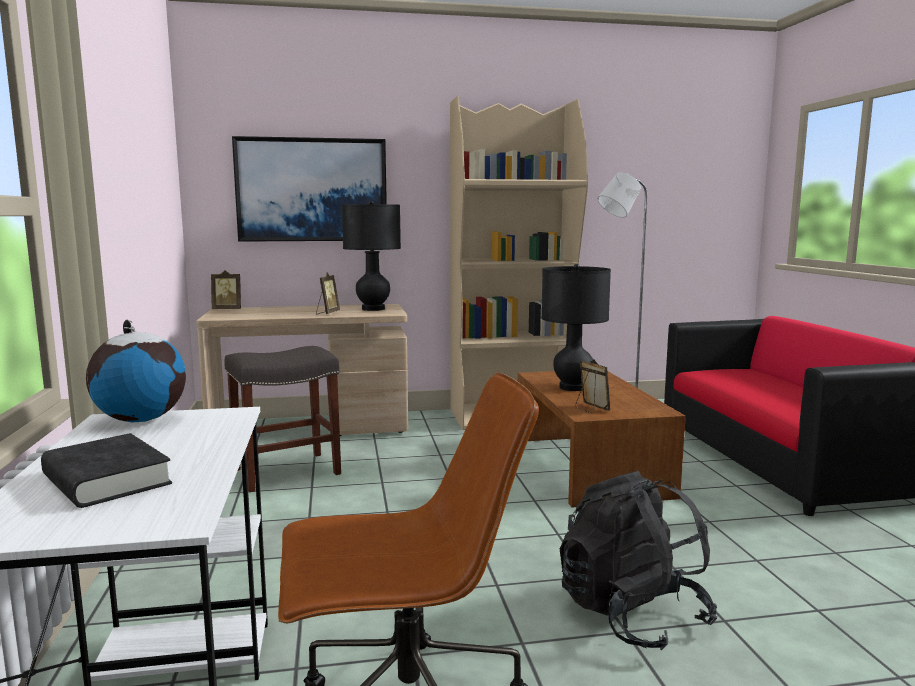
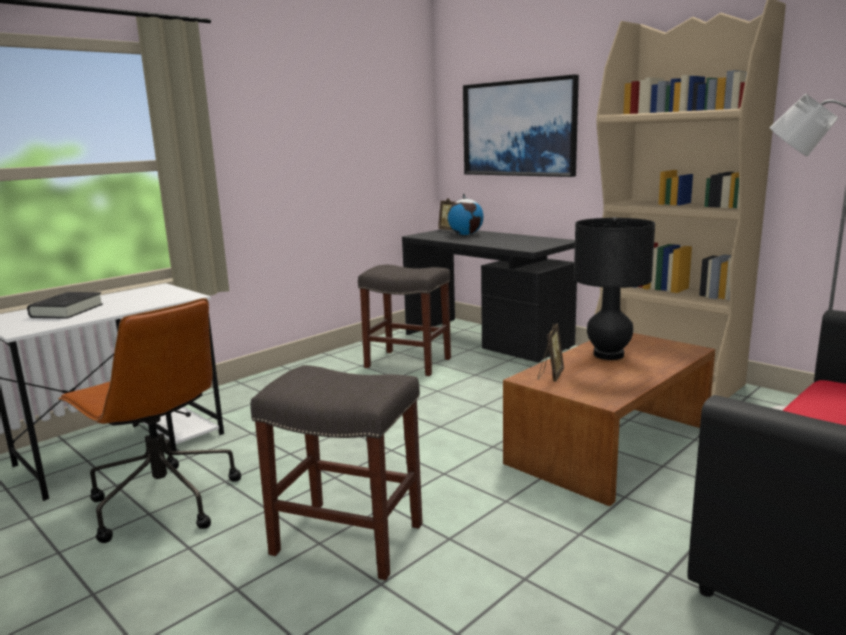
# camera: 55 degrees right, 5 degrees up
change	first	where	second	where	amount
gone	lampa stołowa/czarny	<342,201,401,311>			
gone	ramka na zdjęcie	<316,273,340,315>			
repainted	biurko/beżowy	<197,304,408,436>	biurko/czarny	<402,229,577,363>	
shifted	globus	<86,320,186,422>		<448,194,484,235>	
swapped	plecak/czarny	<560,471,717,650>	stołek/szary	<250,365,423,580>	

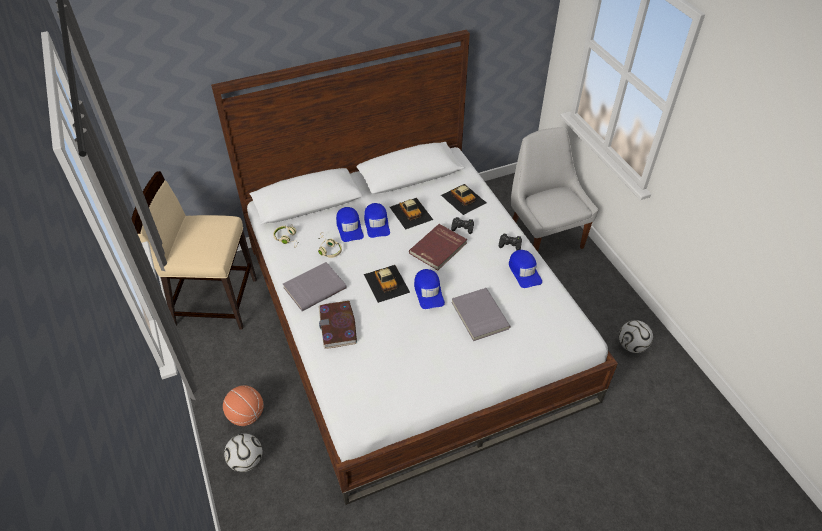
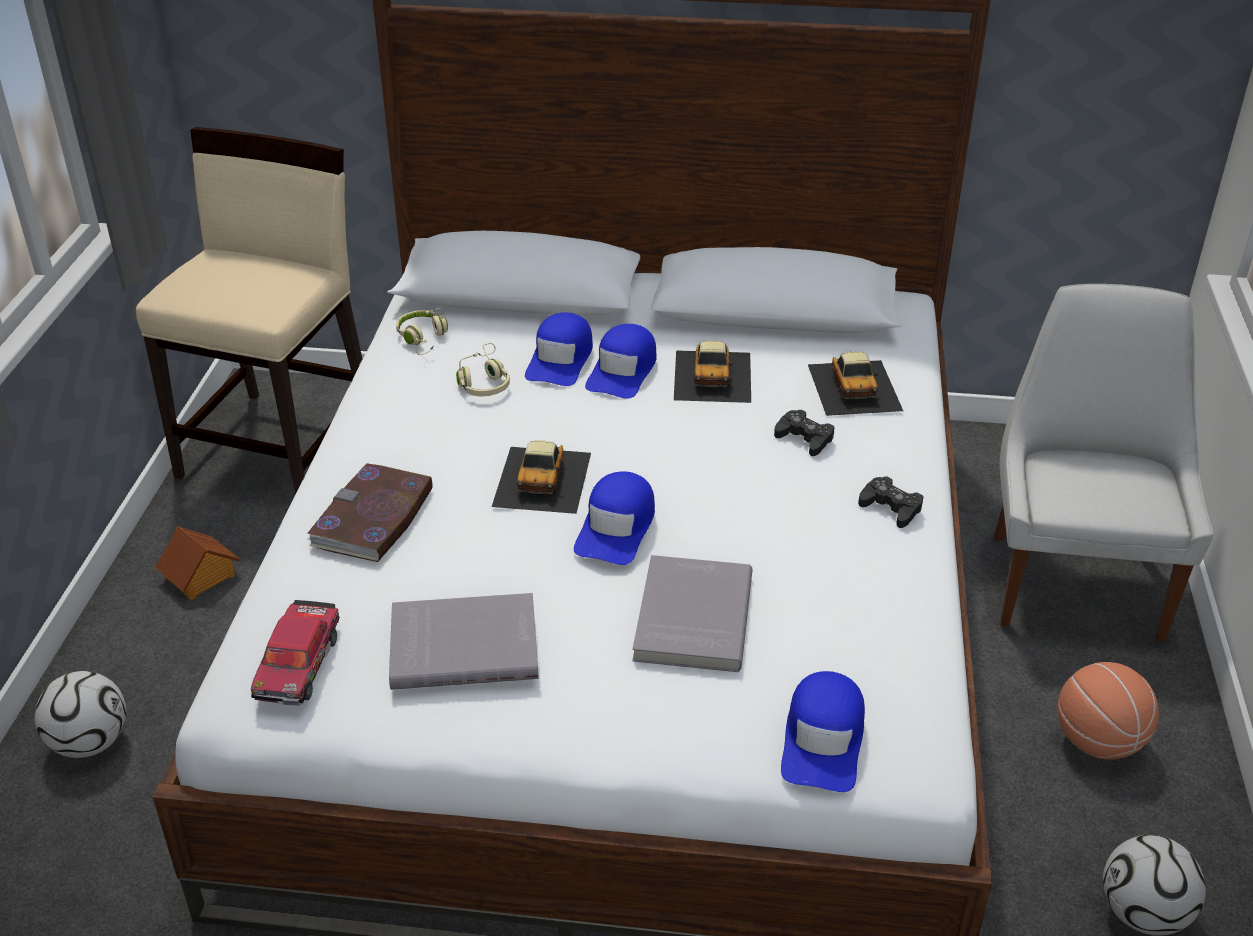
# camera: 30 degrees right, 10 degrees down
change	first	where	second	where	amount
rotated	krzesło/beżowy	<132,171,257,330>		<136,127,362,494>	75 degrees clockwise
gone	książka/czerwony	<409,224,467,271>			
shifted	czapka z daszkiem/niebieski	<509,250,542,288>		<781,671,865,792>	
shifted	książka/szary	<283,262,347,311>		<389,593,539,690>	
shifted	piłka do koszykówki	<223,385,264,426>		<1058,662,1159,760>	
new			domek	<156,526,240,600>	
new			samochodzik	<251,600,339,706>	

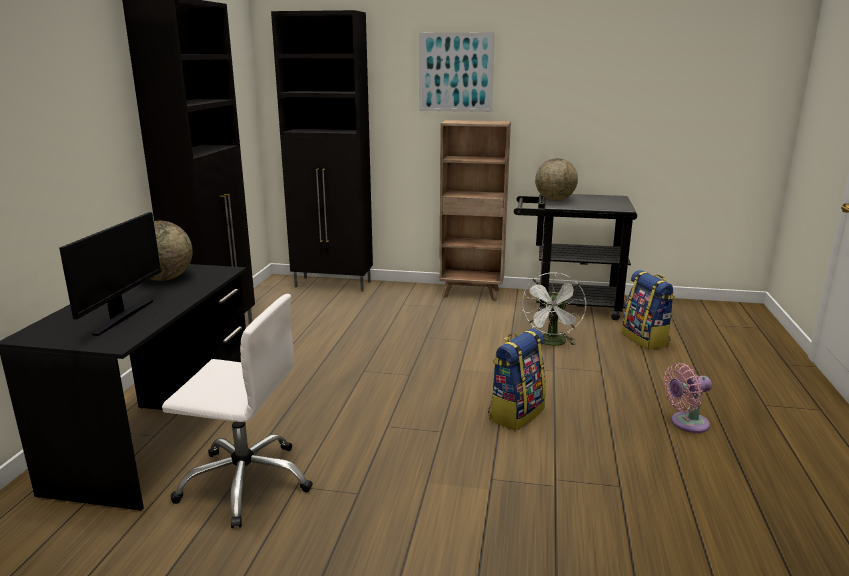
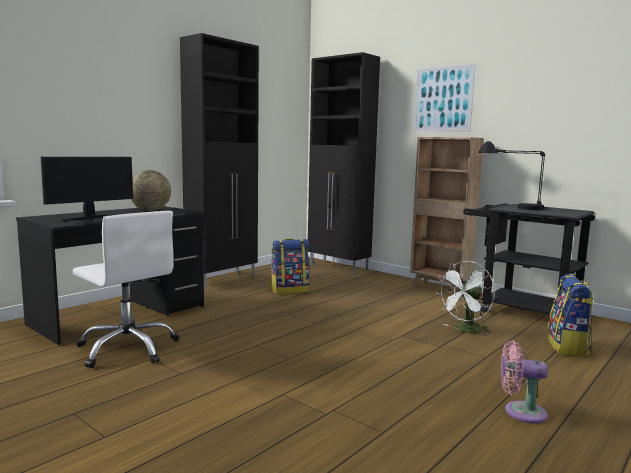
# camera: 30 degrees right, 10 degrees down
change	first	where	second	where	amount
swapped	globus	<535,158,578,201>	lampa stołowa/czarny	<478,141,545,210>	
shifted	plecak	<488,329,546,431>		<270,239,310,295>	

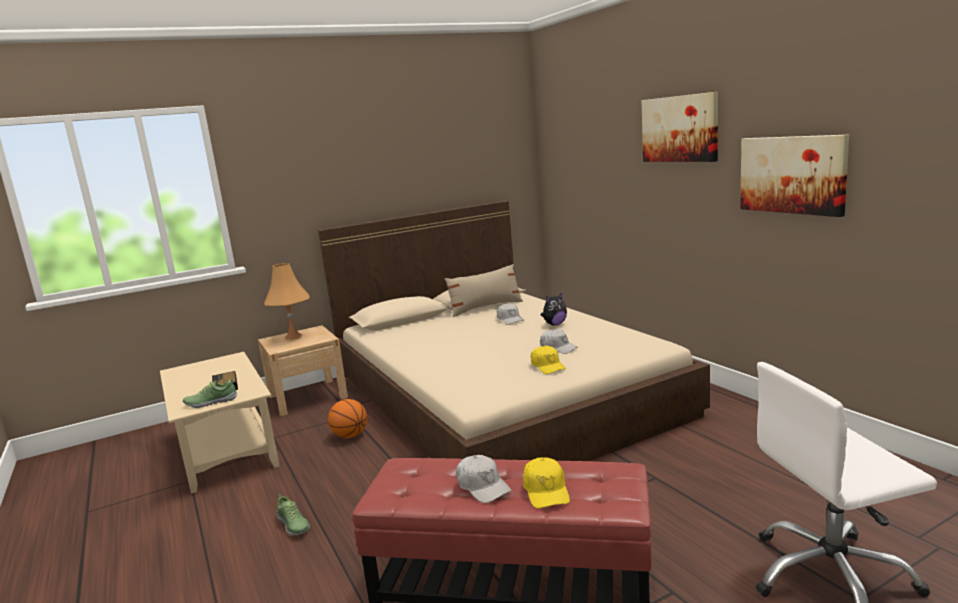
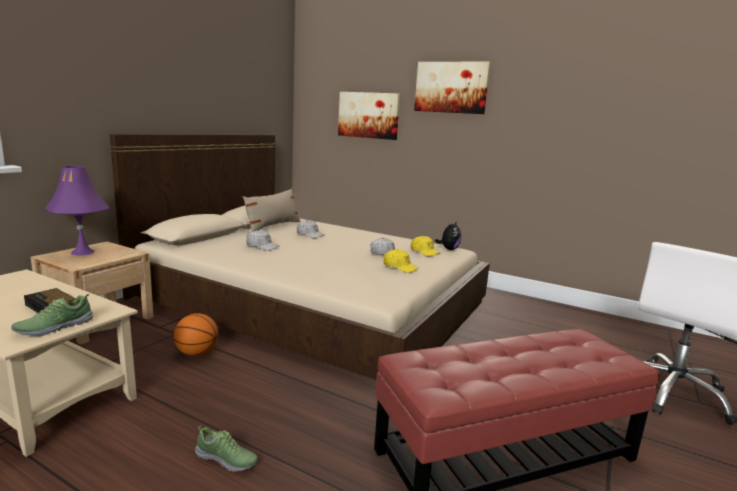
# camera: 35 degrees left, 0 degrees up
change	first	where	second	where	amount
shifted	obraz	<740,135,849,217>		<338,92,400,140>	
repainted	lampa stołowa/pomarańczowy	<264,263,310,340>	lampa stołowa/fioletowy	<45,166,110,255>	
shifted	pluszak	<541,293,567,325>		<435,221,461,250>	
shifted	czapka z daszkiem/biały	<456,455,511,503>		<246,230,279,251>	
shifted	czapka z daszkiem/żółty	<523,457,570,508>		<411,236,441,256>	

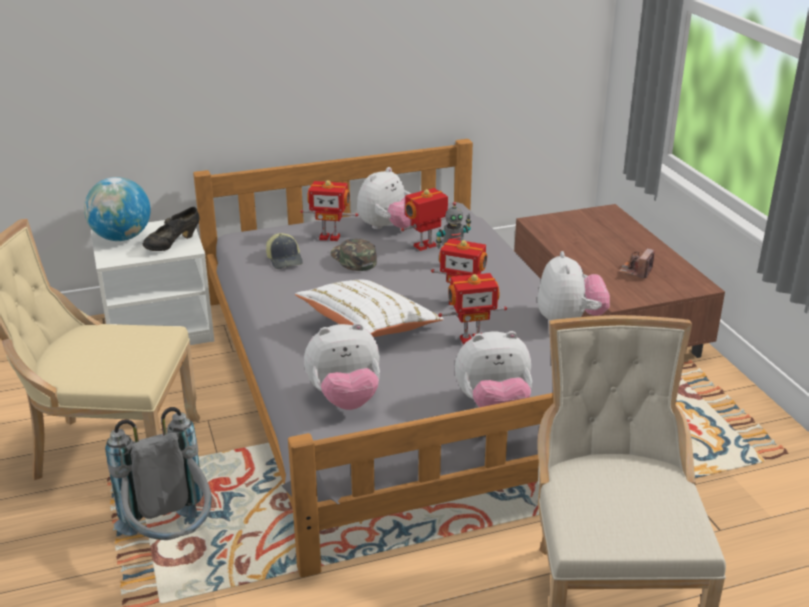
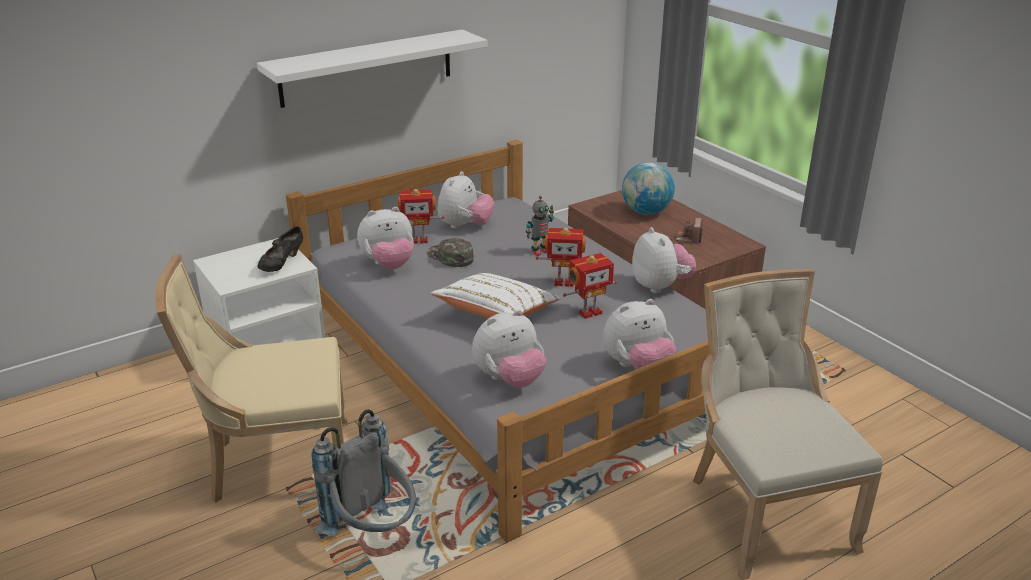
# camera: 15 degrees left, 0 degrees up
change	first	where	second	where	amount
shifted	globus	<84,177,151,241>		<622,162,675,215>	
gone	robot zabawkowy	<401,188,448,251>			
swapped	czapka z daszkiem	<266,233,303,269>	pluszak	<357,207,414,269>	
new			półka/biały	<257,29,487,108>	

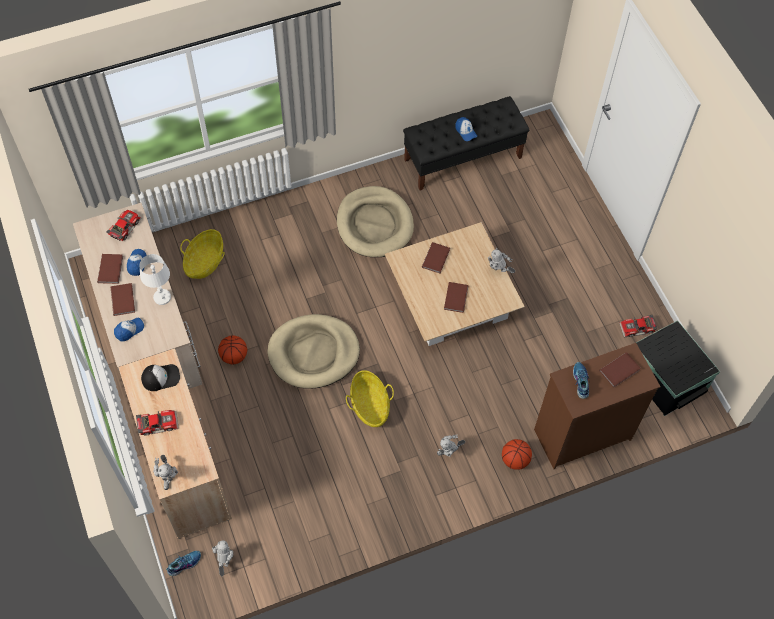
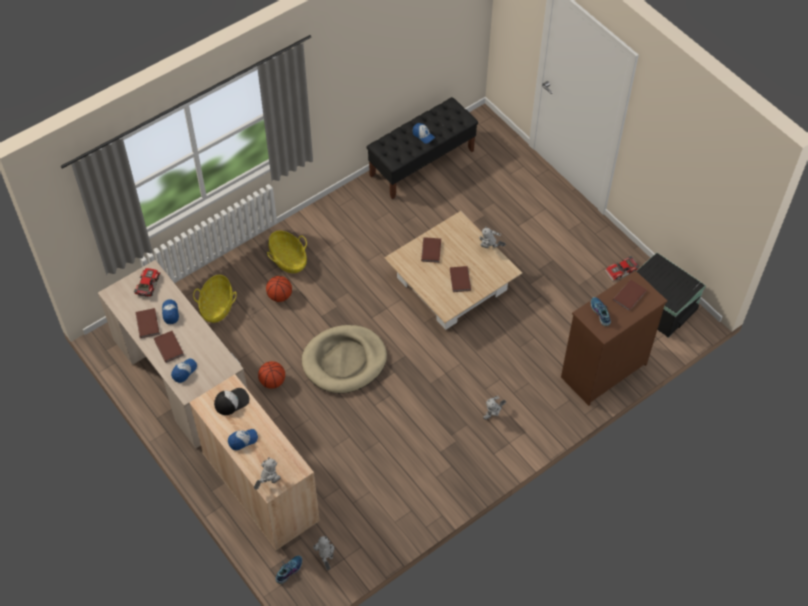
# camera: 15 degrees left, 5 degrees down
change	first	where	second	where	amount
gone	legowisko/beżowy	<337,186,414,257>			
gone	lampa stołowa/biały	<140,254,171,305>			
shifted	koszyk	<346,370,394,427>		<267,231,307,273>	
swapped	samochodzik	<136,410,179,436>	czapka z daszkiem	<228,429,258,450>	
shifted	piłka do koszykówki	<502,439,532,470>		<266,276,292,302>	
rotated	robot zabawkowy	<153,455,179,490>		<254,457,281,490>	105 degrees counterclockwise

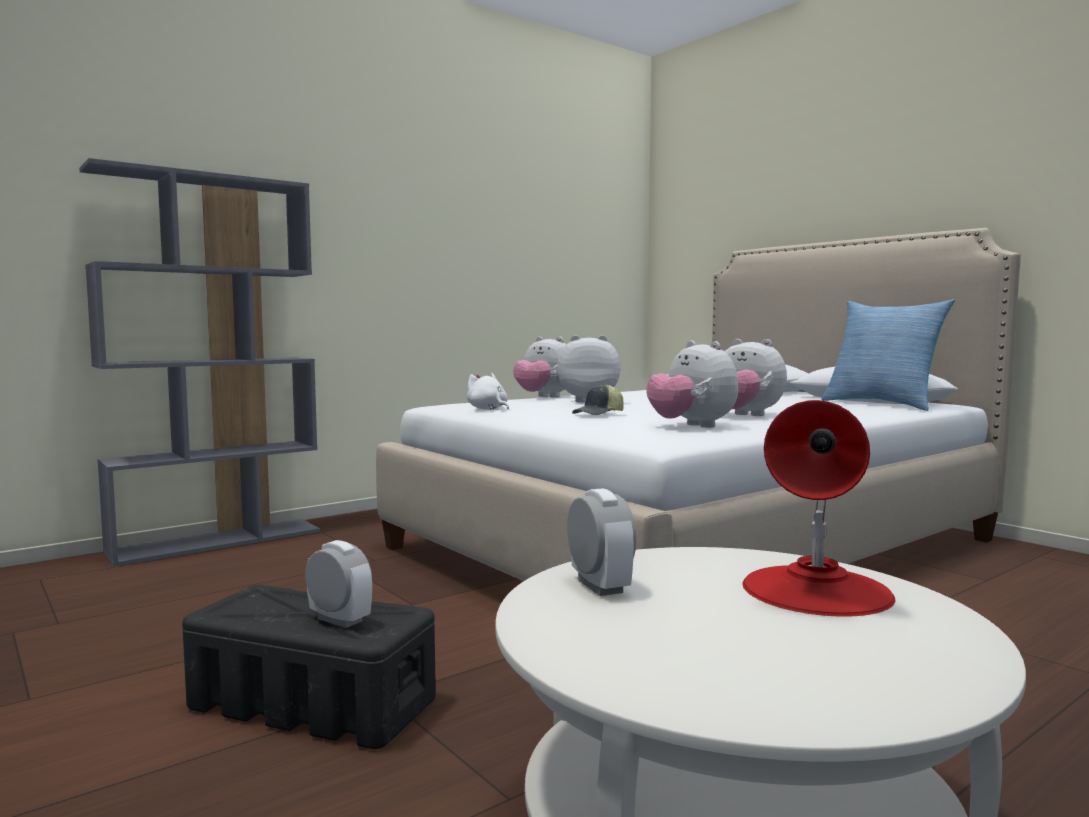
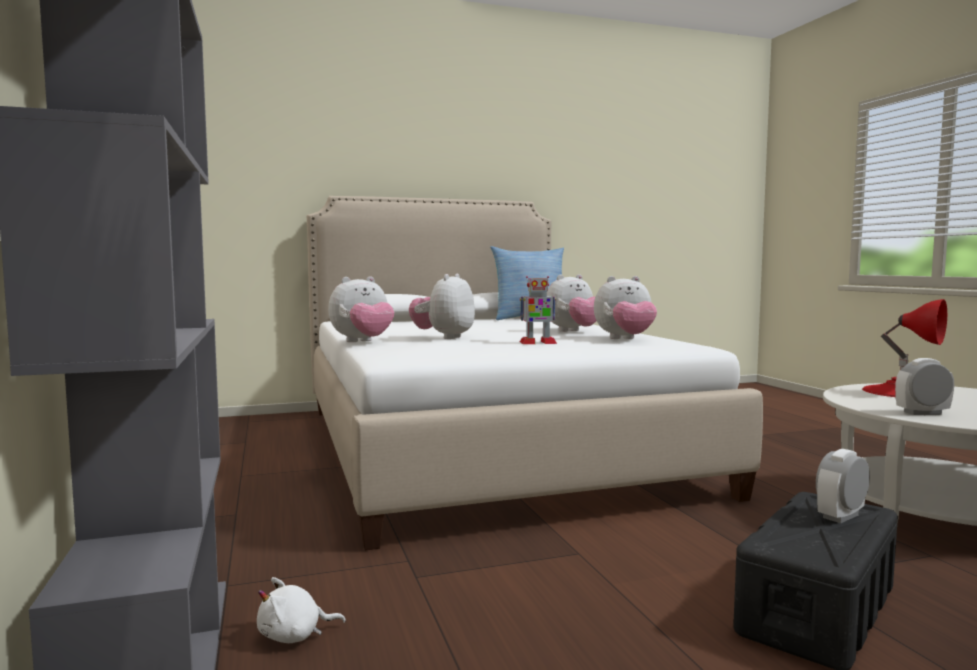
# camera: 70 degrees left, 0 degrees up
change	first	where	second	where	amount
shifted	pluszak/biały	<467,373,509,410>		<257,577,346,643>	
swapped	czapka z daszkiem	<572,384,624,415>	robot zabawkowy	<520,276,557,344>	

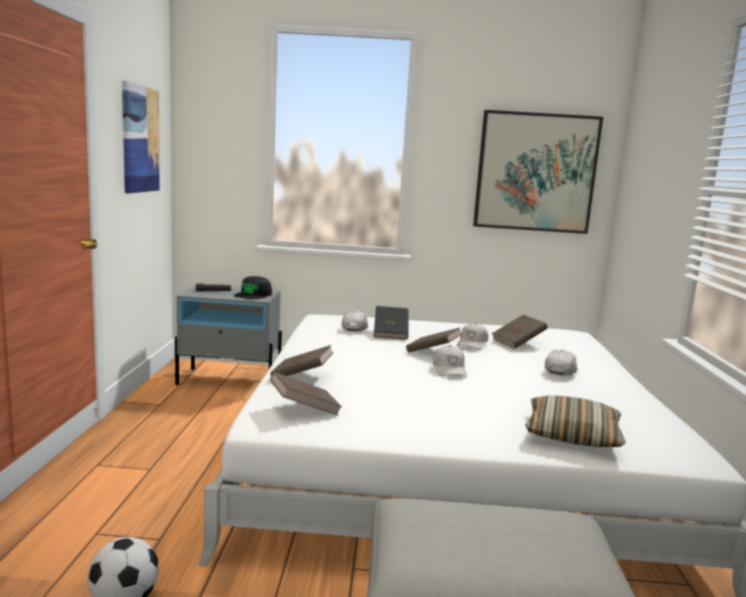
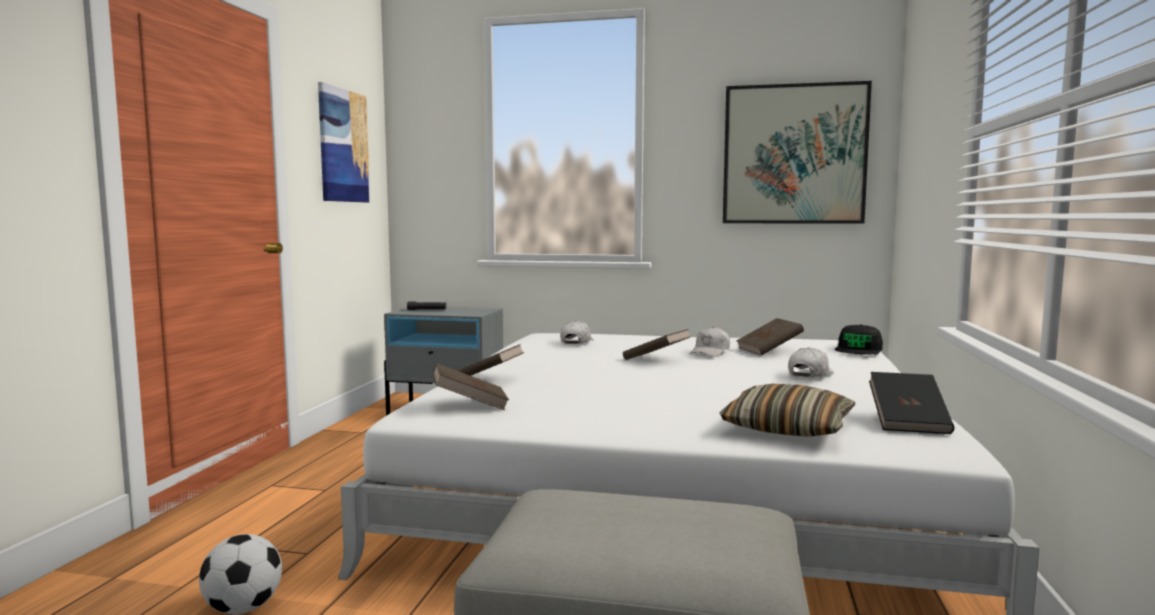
# camera: 10 degrees right, 5 degrees down
change	first	where	second	where	amount
shifted	czapka z daszkiem/czarny	<235,276,272,299>		<835,325,883,355>	
shifted	książka/czarny	<374,306,409,339>		<869,372,954,434>	
gone	czapka z daszkiem/biały	<433,345,467,377>			

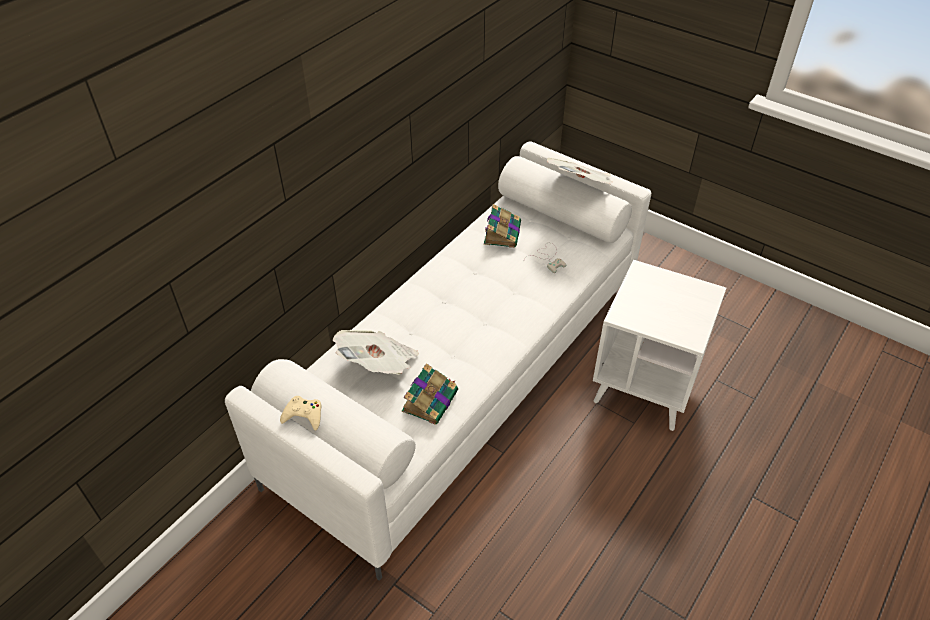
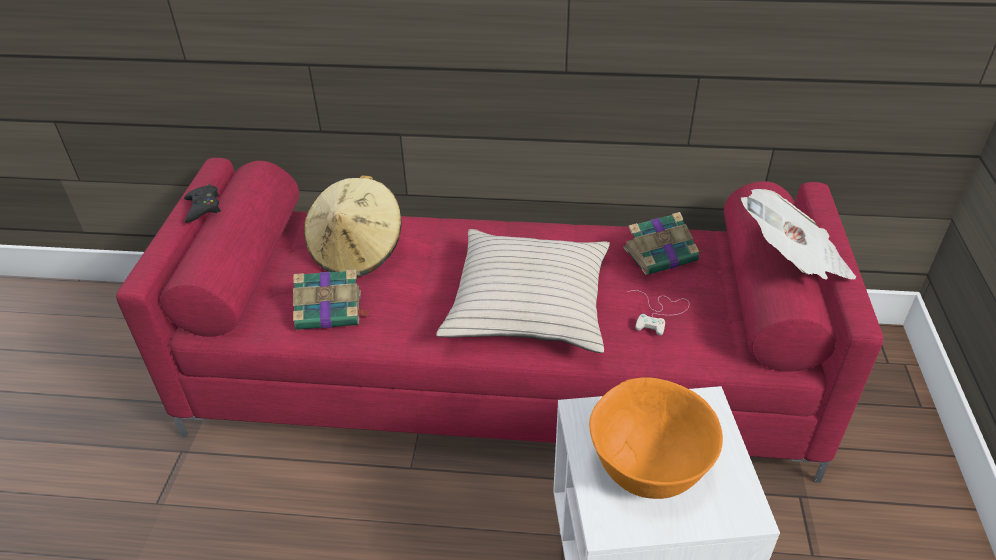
# camera: 60 degrees right, 5 degrees down
change	first	where	second	where	amount
repainted	kanapa/biały	<225,141,651,581>	kanapa/czerwony	<116,158,883,483>	
swapped	gazeta	<333,330,419,375>	kapelusz/beżowy	<304,175,401,277>	
repainted	pad do gier/beżowy	<280,396,321,431>	pad do gier/czarny	<184,184,221,223>	
new			poduszka/beżowy	<436,229,610,353>	
new			miska/pomarańczowy	<589,377,723,499>	

